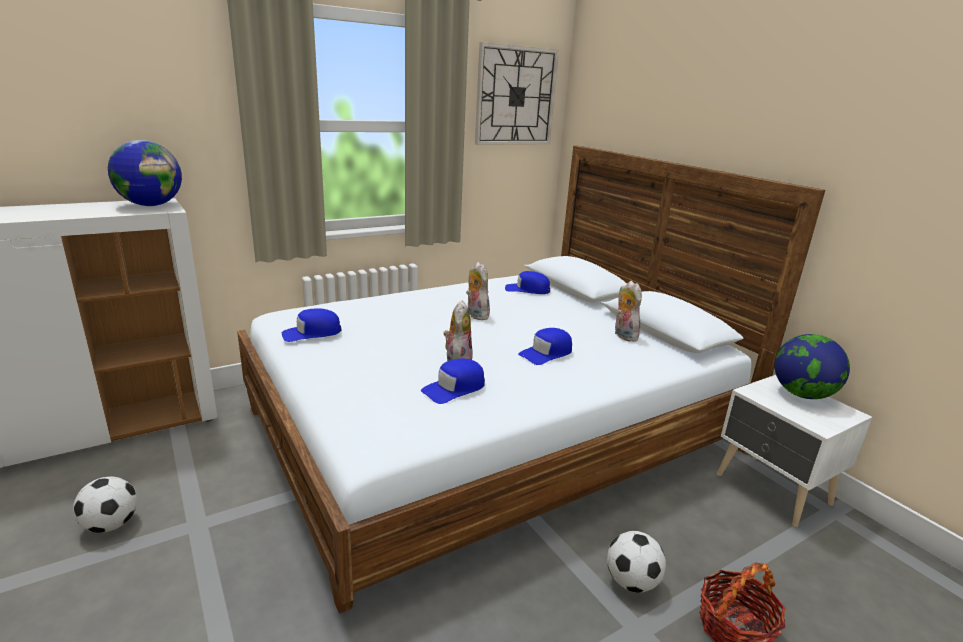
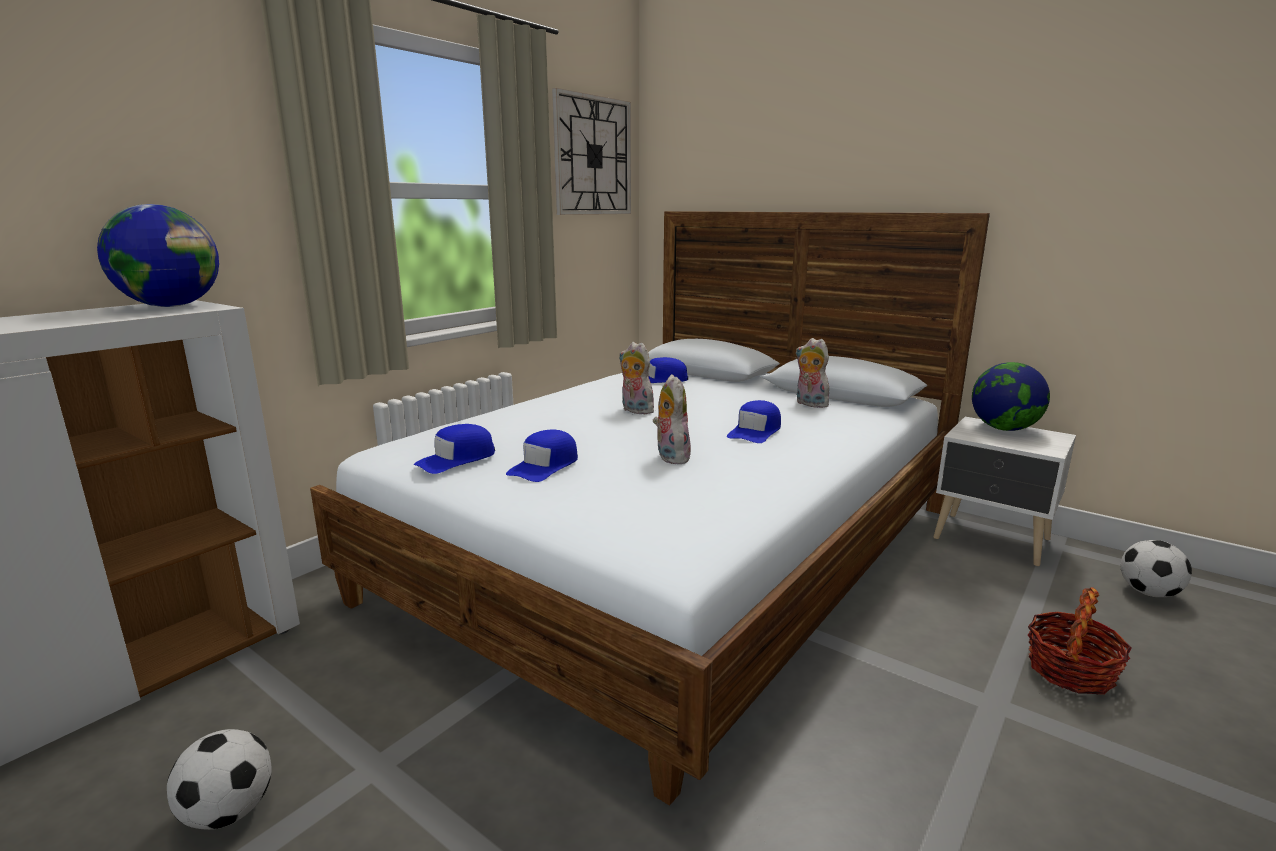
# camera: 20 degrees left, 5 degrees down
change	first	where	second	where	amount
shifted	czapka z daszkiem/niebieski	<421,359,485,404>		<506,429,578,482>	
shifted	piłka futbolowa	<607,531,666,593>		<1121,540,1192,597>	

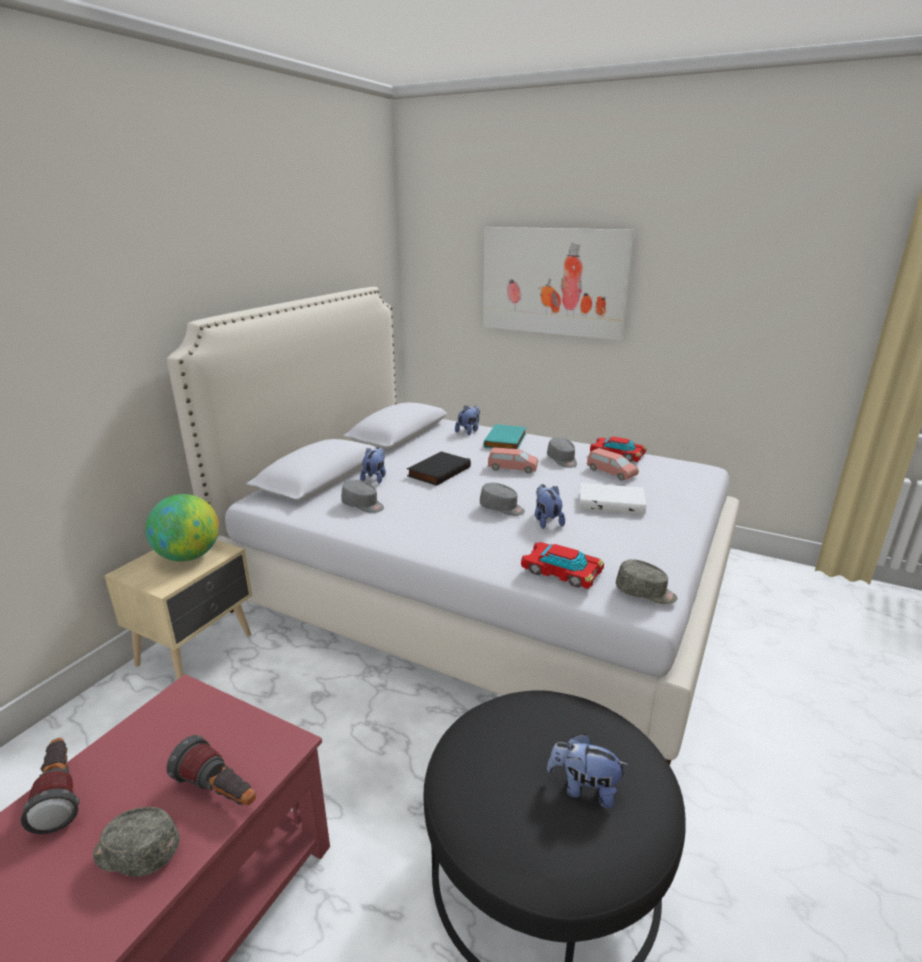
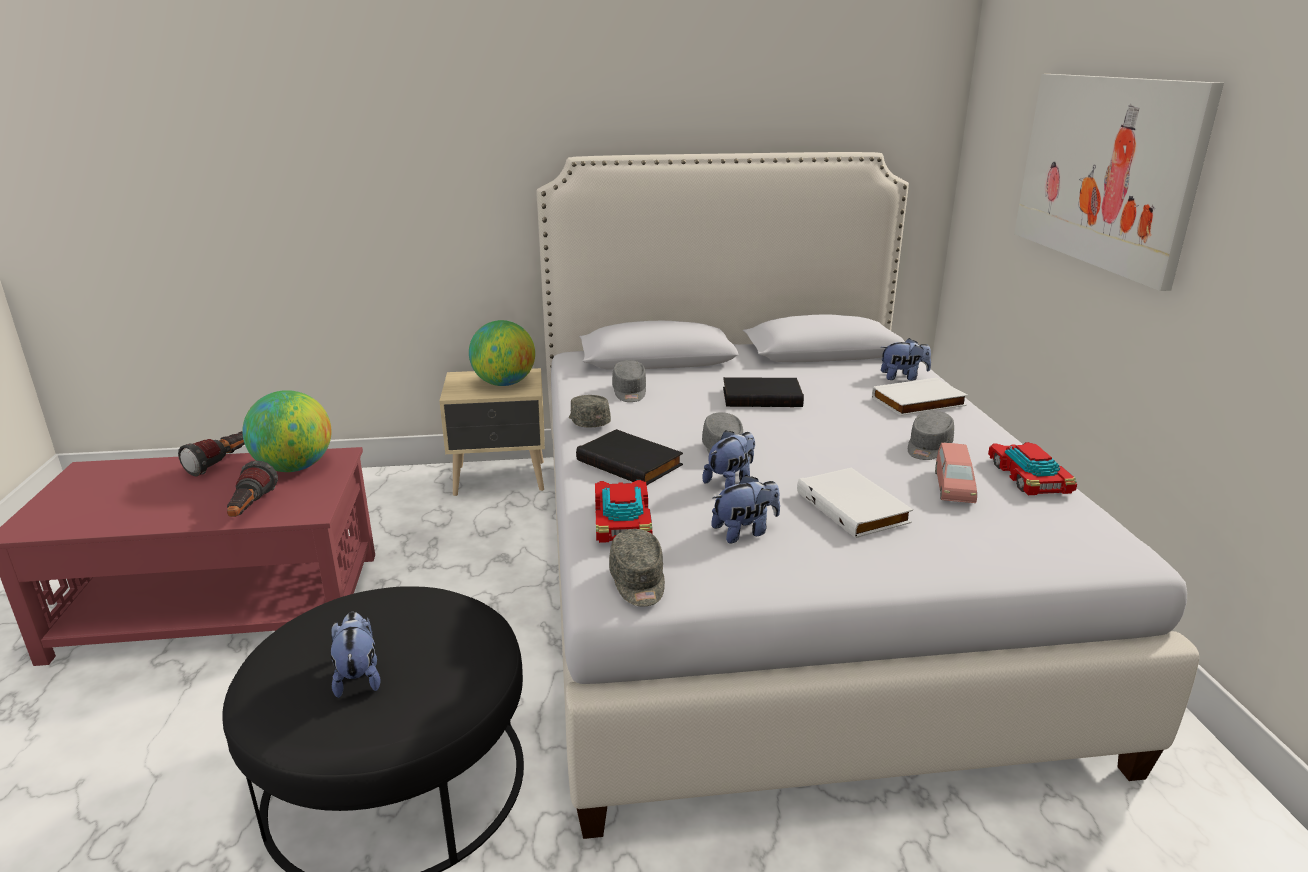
# camera: 55 degrees right, 0 degrees up
change	first	where	second	where	amount
repainted	książka/turkusowy	<483,424,526,449>	książka/biały	<872,378,968,416>	
shifted	pluszak	<360,447,386,484>		<711,475,780,543>	
gone	samochodzik/różowy	<488,447,538,474>			
shifted	czapka z daszkiem/szary	<93,807,180,877>		<569,395,611,427>	
new			globus	<242,390,332,472>	
new			książka/czarny	<576,429,683,485>	

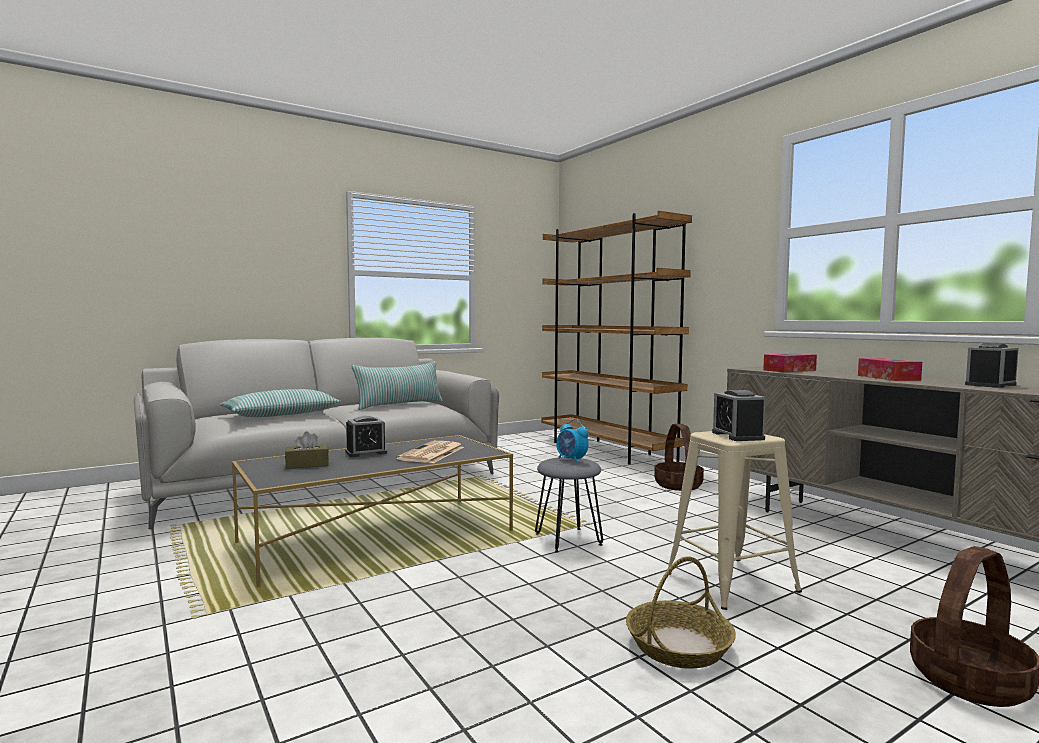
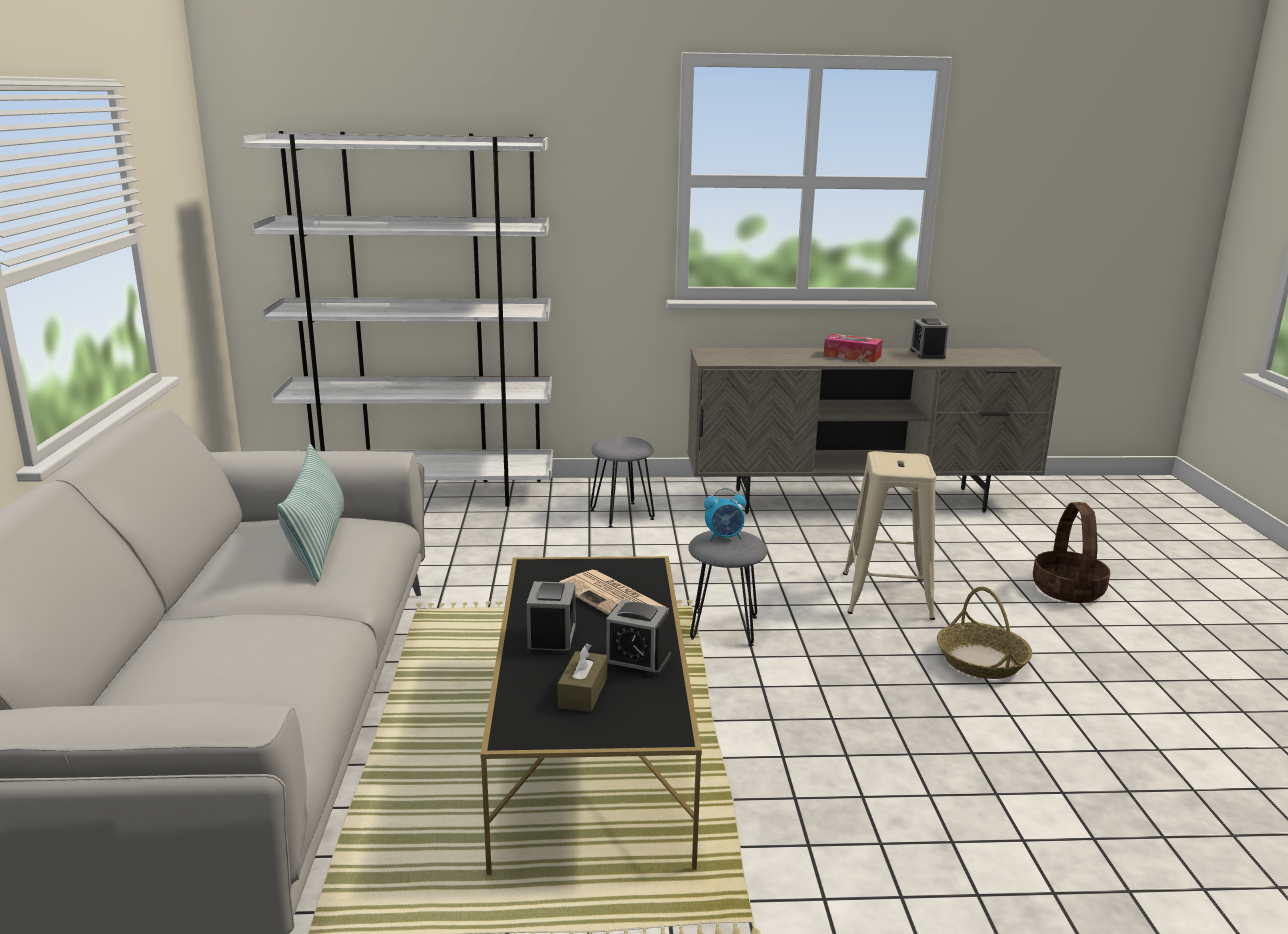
# camera: 60 degrees left, 15 degrees up
change	first	where	second	where	amount
repainted	regał/brązowy	<542,211,692,465>	regał/biały	<242,131,553,507>	
gone	pudełko chusteczek	<763,353,817,372>			
gone	poduszka	<220,389,341,417>			
shifted	budzik	<712,390,766,441>		<606,600,671,677>	
swapped	koszyk	<654,424,704,491>	stołek/szary	<590,436,655,527>	

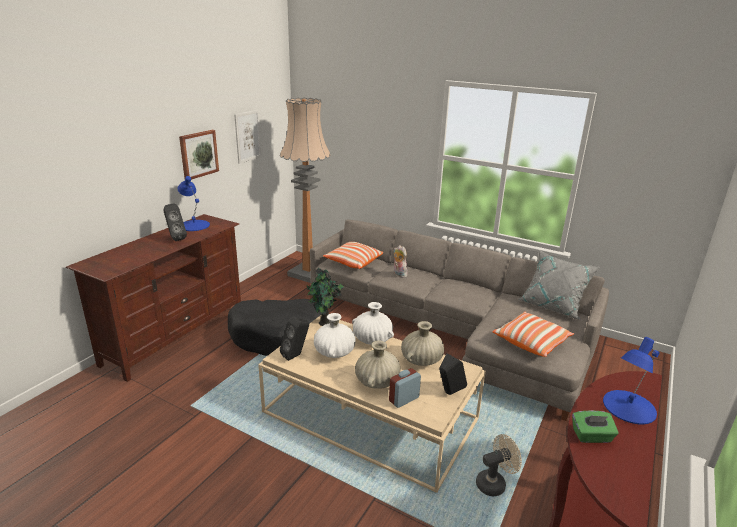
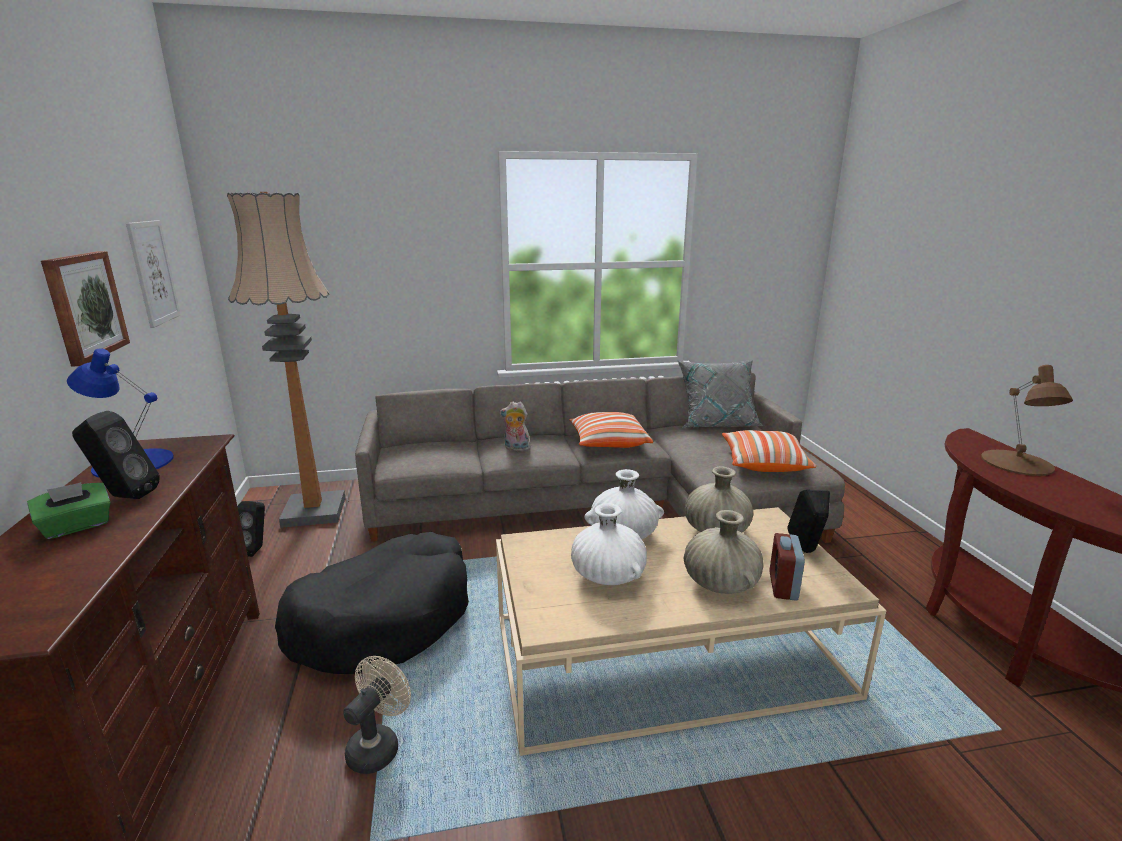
# camera: 40 degrees left, 5 degrees down
change	first	where	second	where	amount
shifted	poduszka	<323,242,383,269>		<569,412,653,448>	
gone	roślina doniczkowa	<307,268,344,326>			
shifted	głośnik/czarny	<280,316,309,361>		<238,501,265,557>	
repainted	lampa stołowa/niebieski	<603,337,660,424>	lampa stołowa/brązowy	<981,365,1073,476>	
shifted	pudełko chusteczek/zielony	<572,410,619,443>		<27,482,111,539>	
shifted	wentylator/beżowy	<476,434,522,496>		<343,656,411,774>	

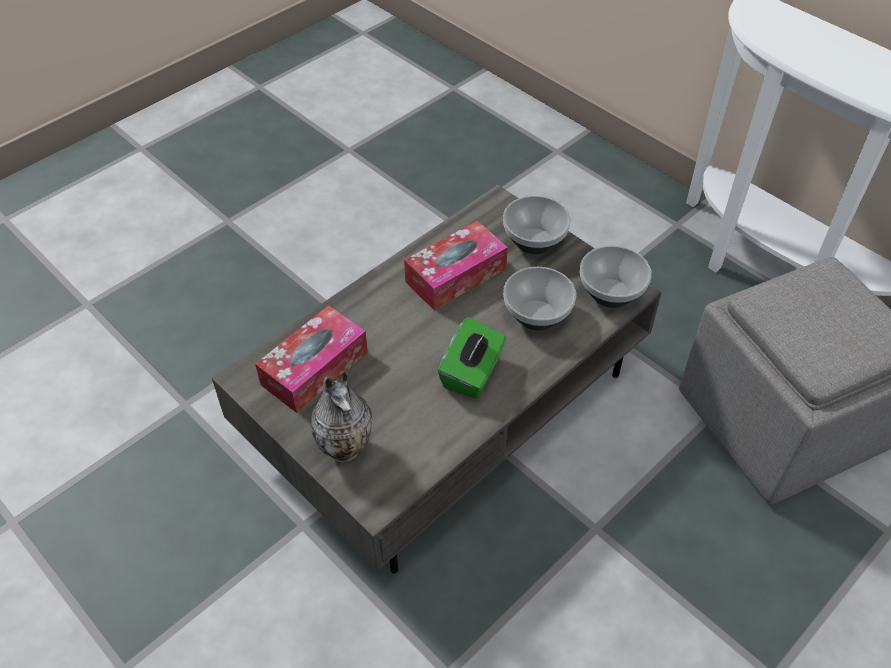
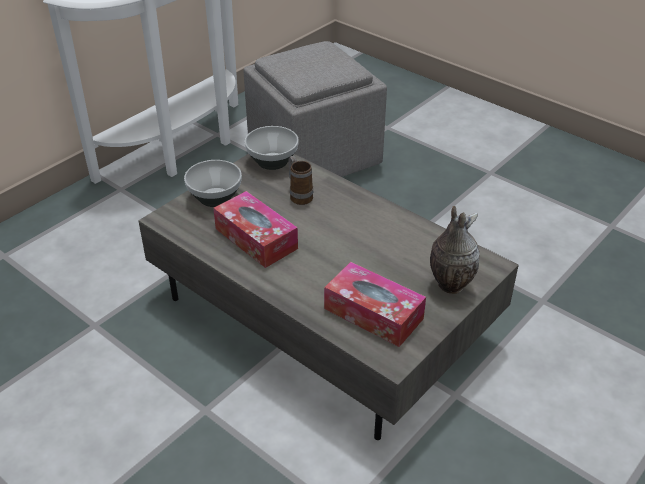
# camera: 95 degrees left, 10 degrees down
change	first	where	second	where	amount
swapped	miska	<503,267,576,330>	kubek	<288,156,313,205>	
gone	pudełko chusteczek/zielony	<438,317,506,399>			

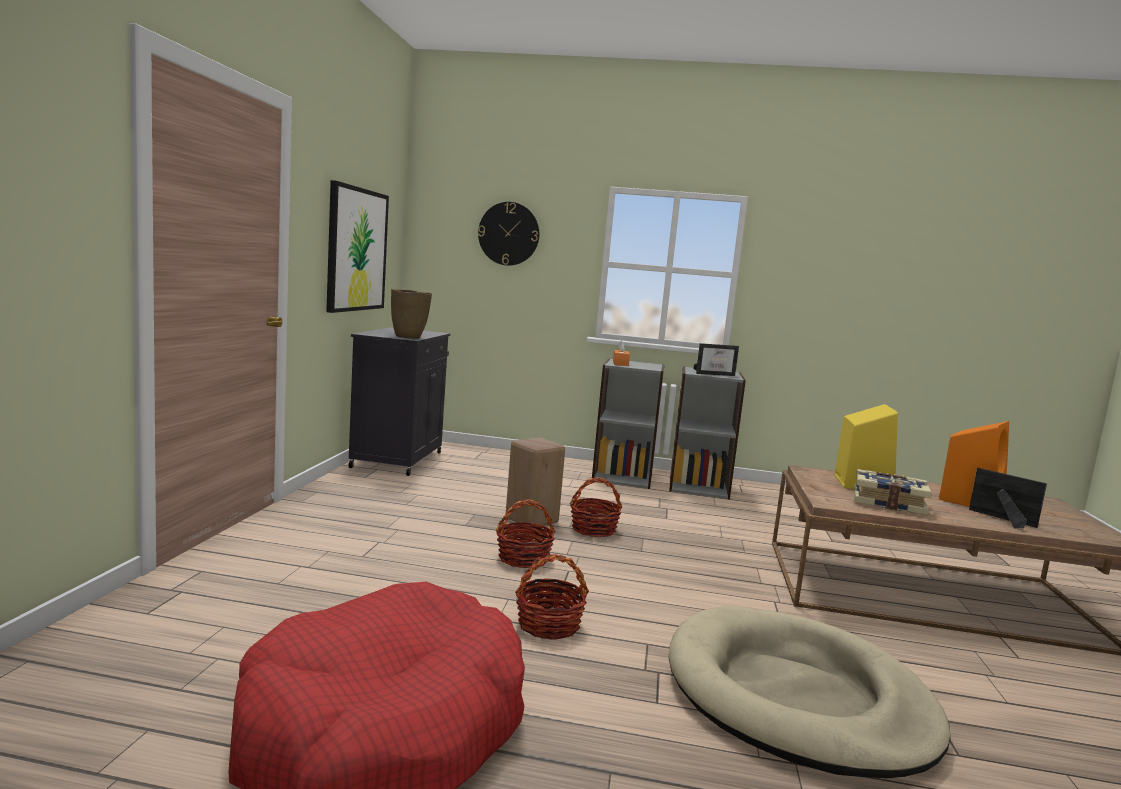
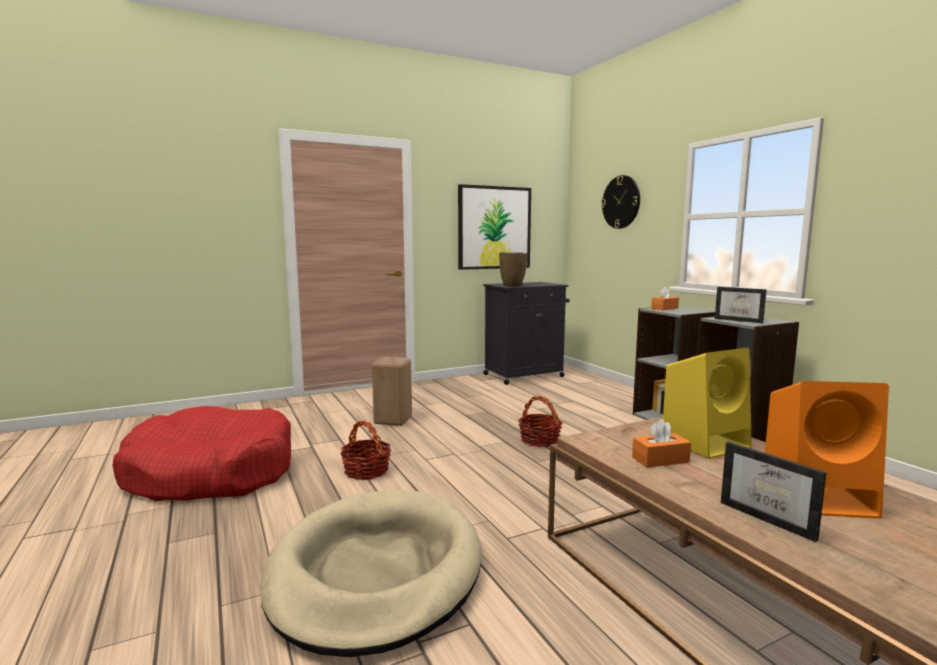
# camera: 55 degrees right, 0 degrees up
change	first	where	second	where	amount
shifted	stołek/beżowy	<506,437,565,526>		<372,357,412,426>	
rotated	ramka na zdjęcie	<969,468,1047,528>		<721,442,827,542>	135 degrees clockwise
swapped	książka	<854,469,932,515>	pudełko chusteczek/pomarańczowy	<632,419,691,468>	
gone	koszyk	<496,499,555,568>			

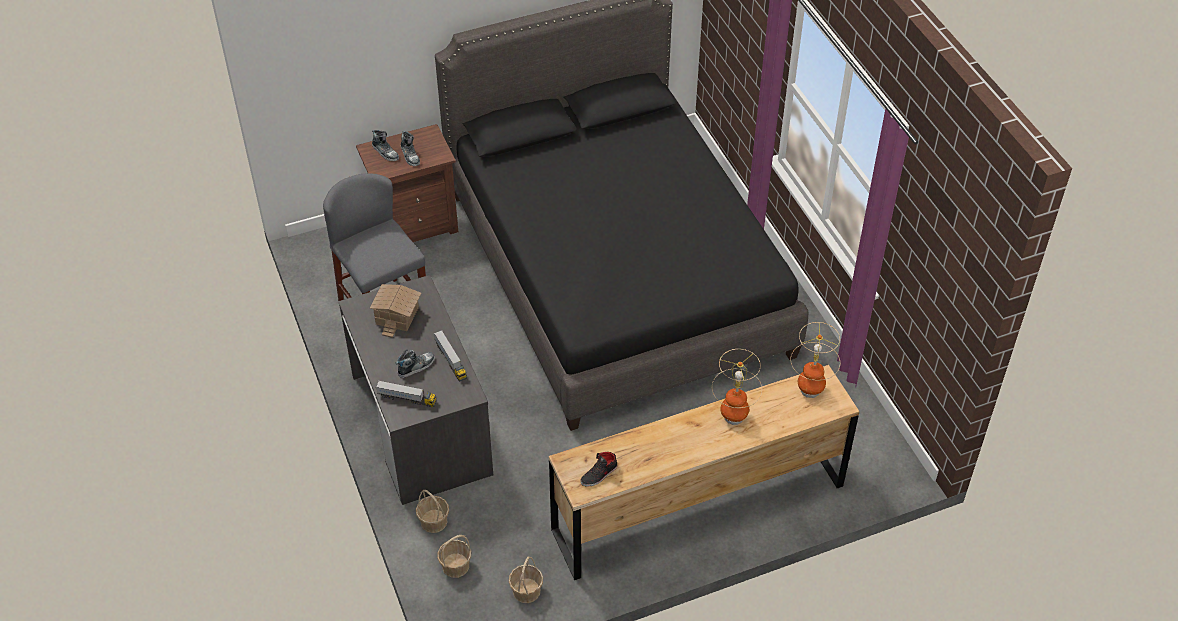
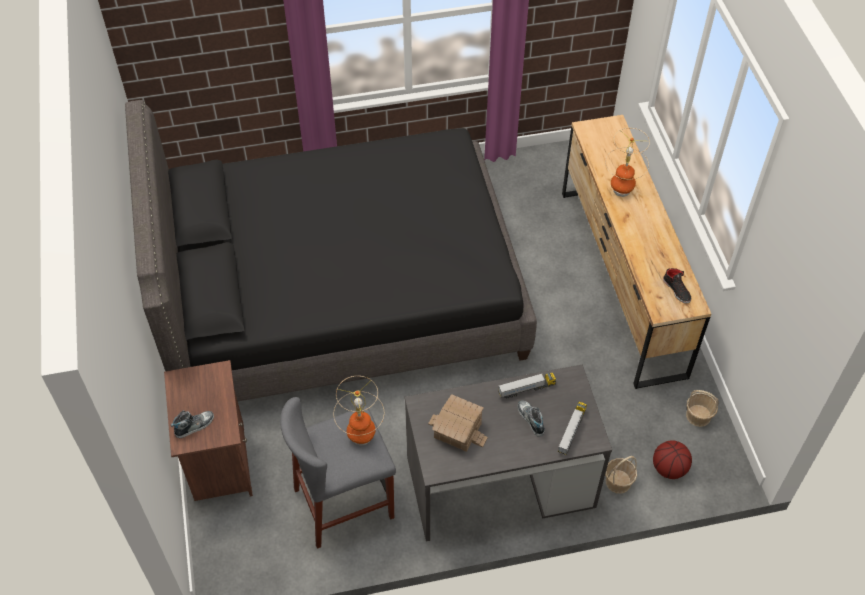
# camera: 80 degrees left, 5 degrees up
change	first	where	second	where	amount
gone	but	<401,131,420,166>			
shifted	lampa stołowa	<790,322,840,398>		<333,376,384,446>	
swapped	koszyk	<437,535,471,578>	piłka do koszykówki	<653,440,692,479>	

